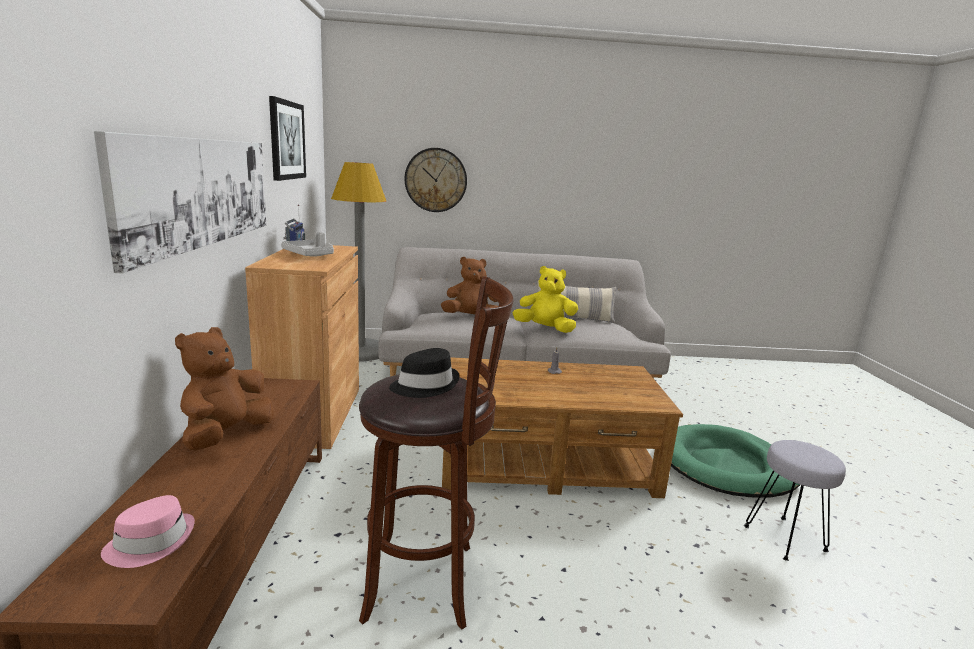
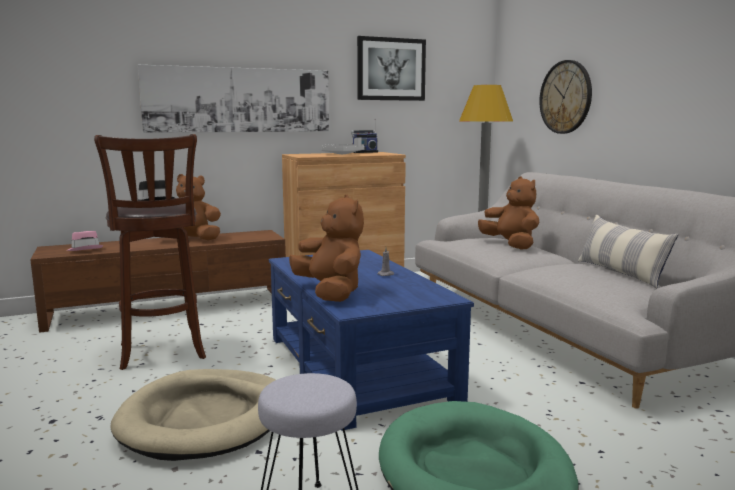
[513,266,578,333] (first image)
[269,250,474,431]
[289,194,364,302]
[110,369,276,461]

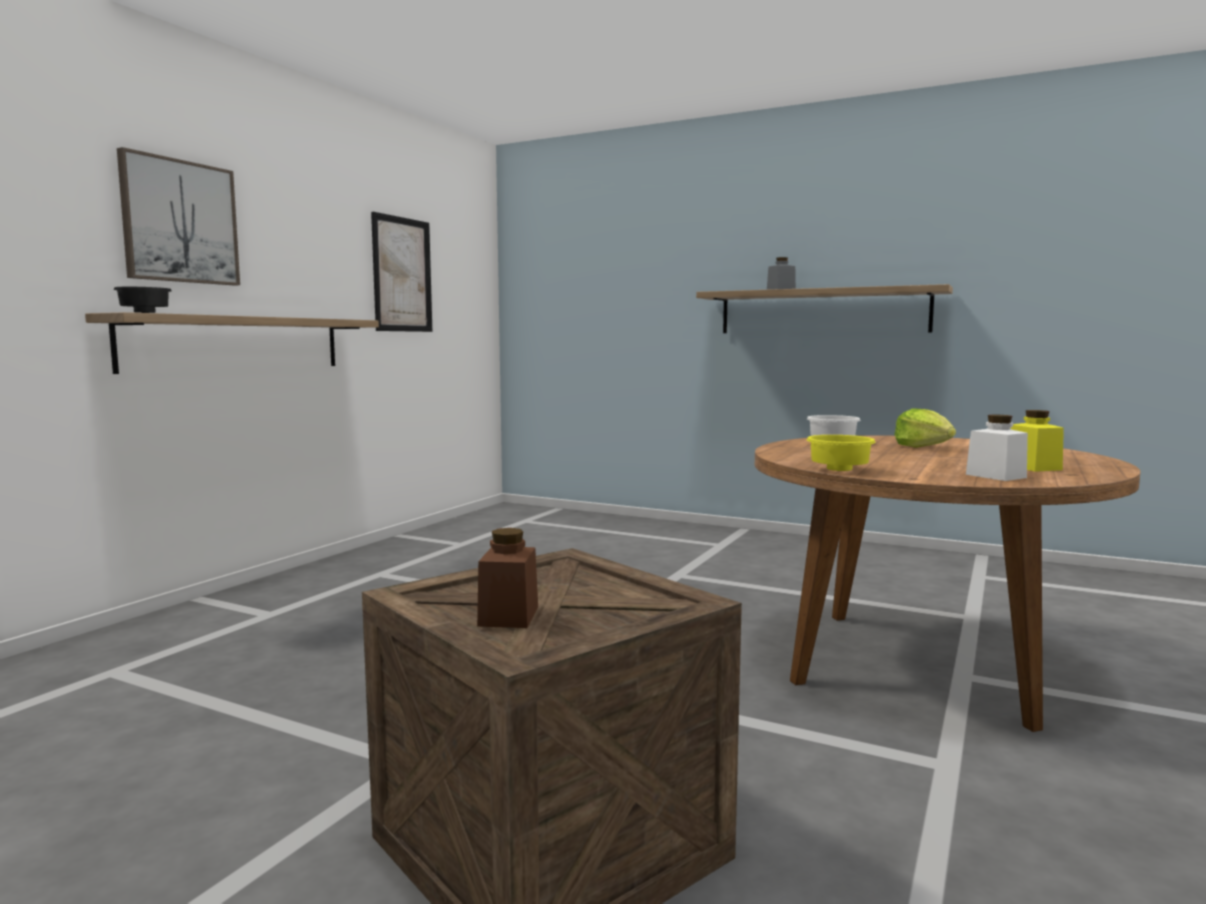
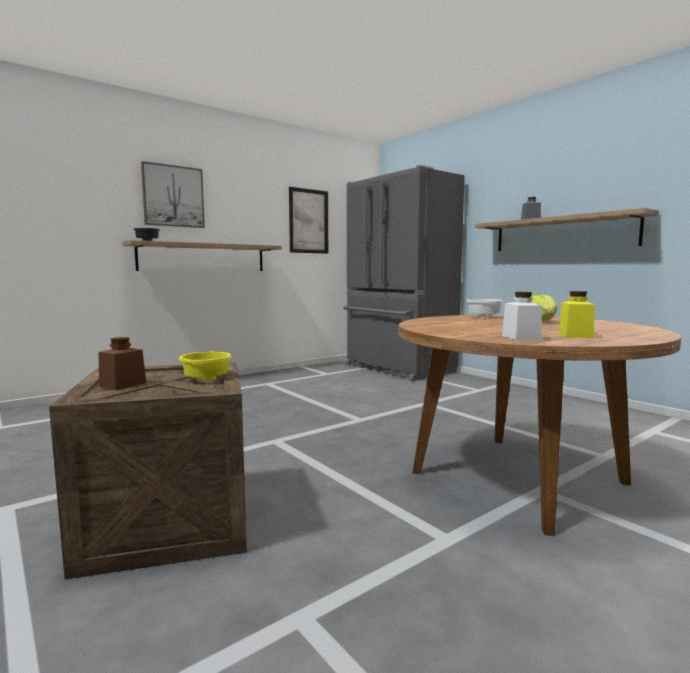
[179,351,232,381]
[343,165,465,381]

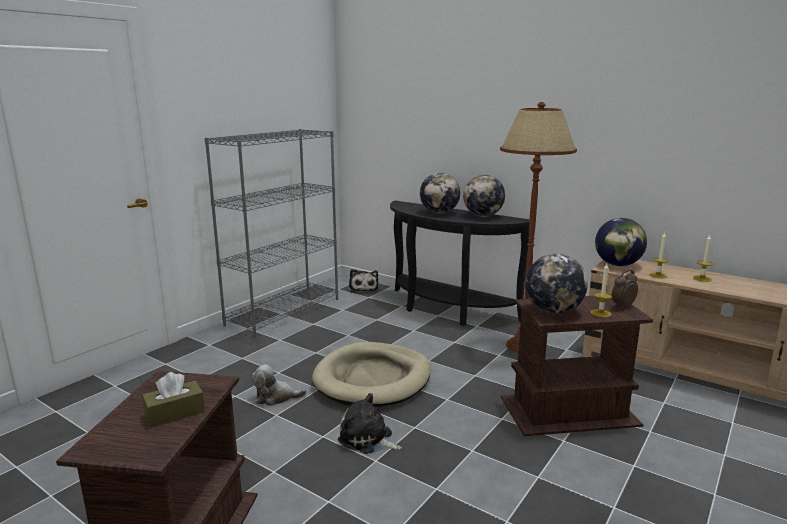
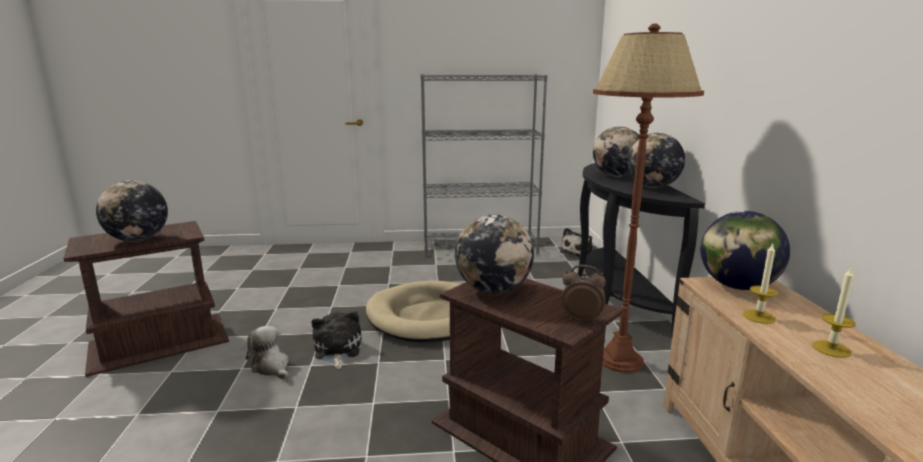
[591,264,612,318] (first image)
[246,326,289,380]
[96,180,168,242]

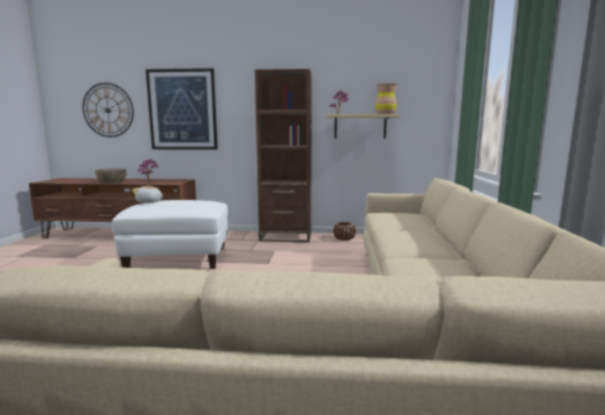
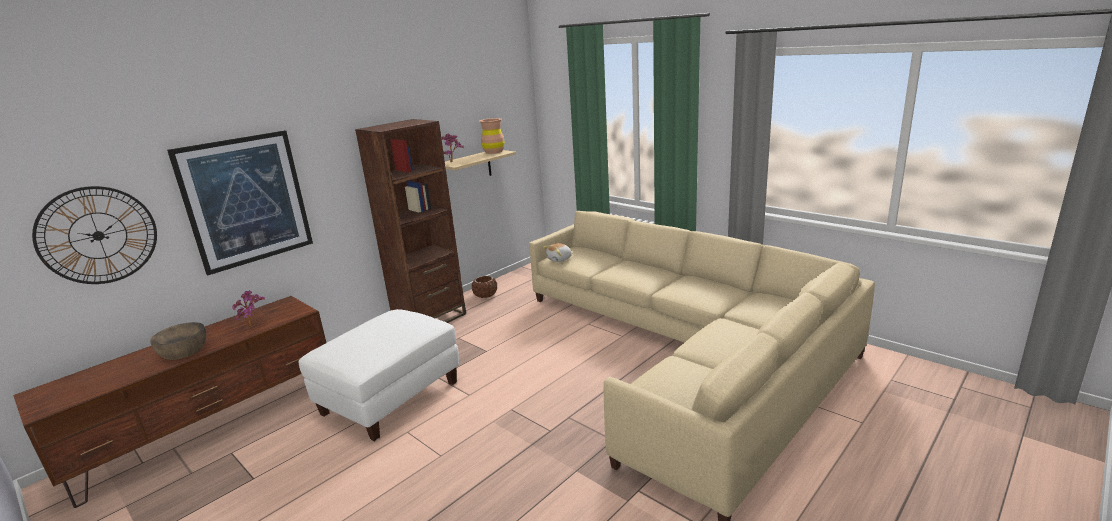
[543,243,572,262]

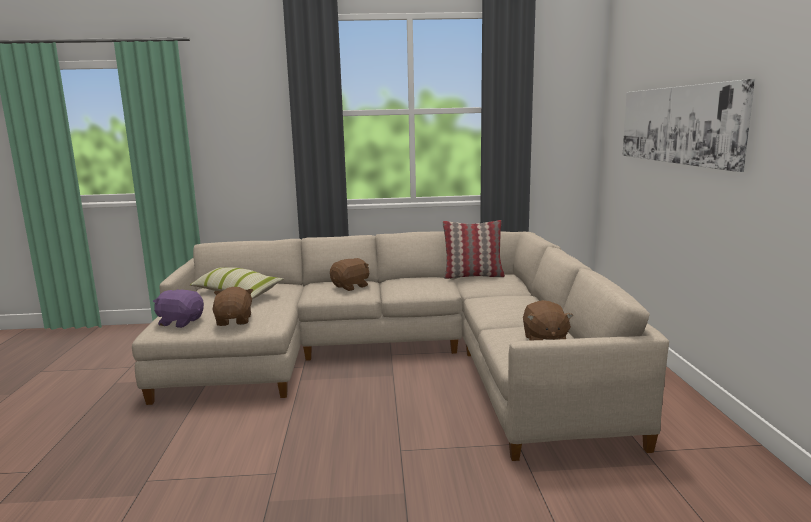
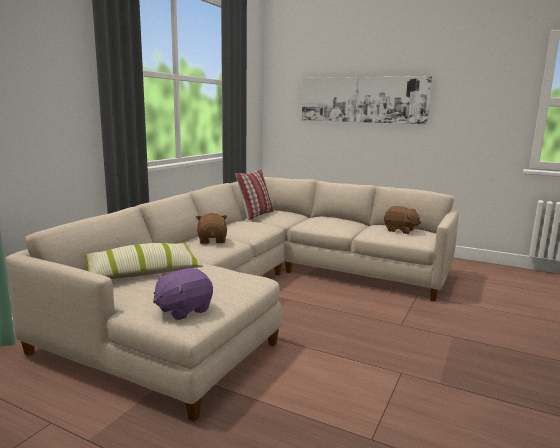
[213,287,253,326] (first image)

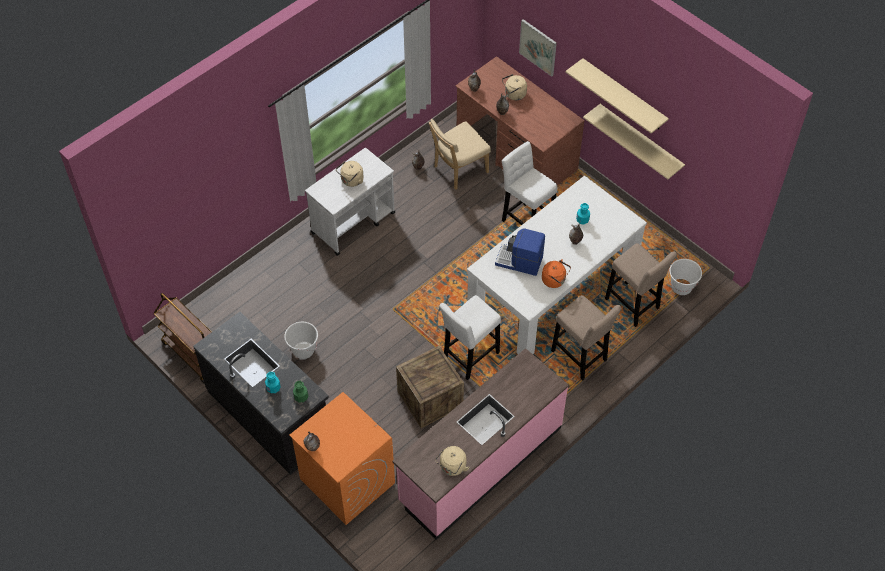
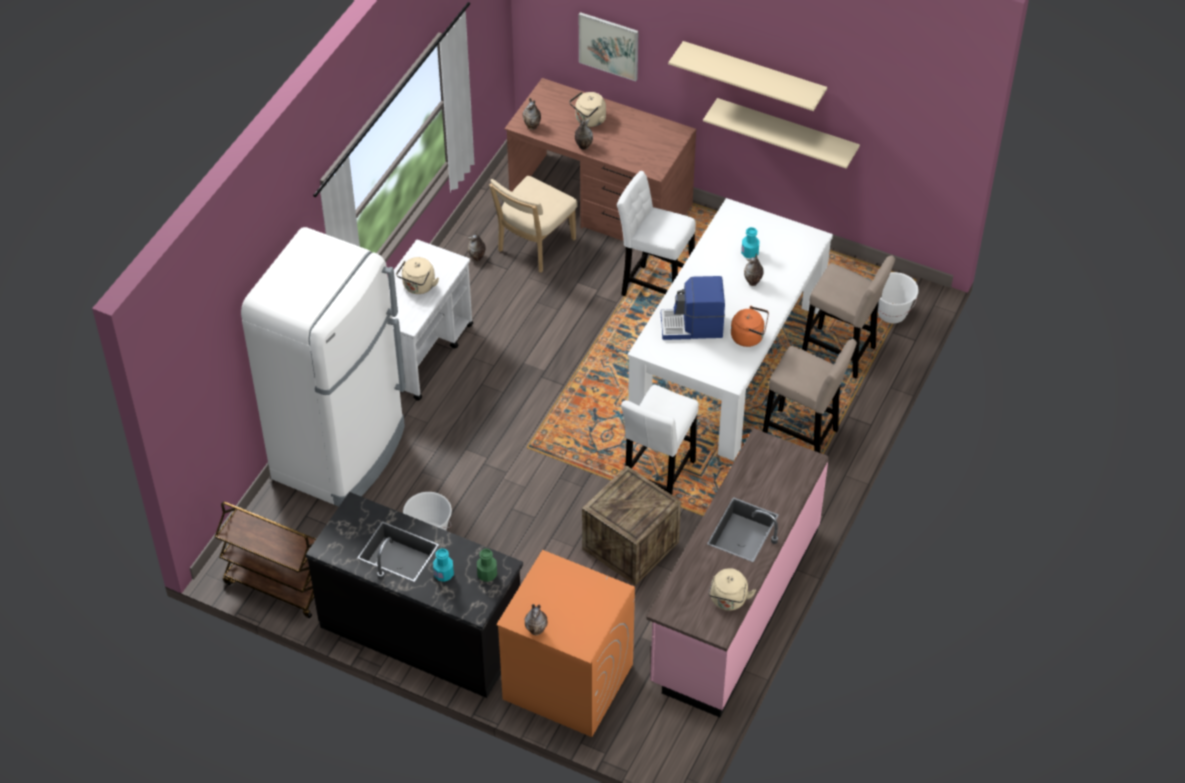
[241,227,406,507]

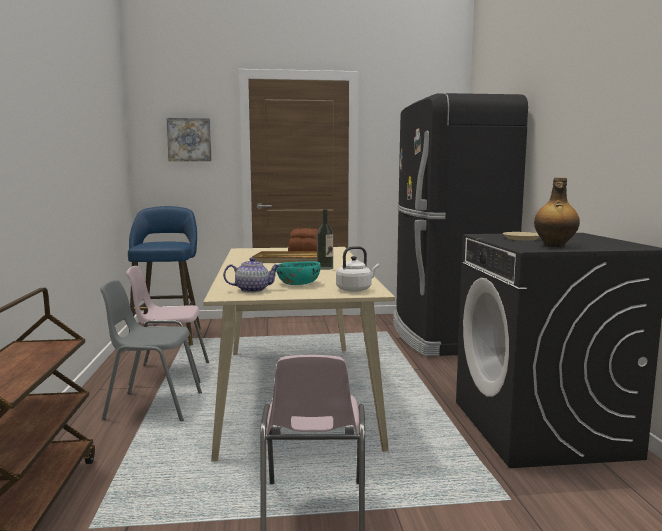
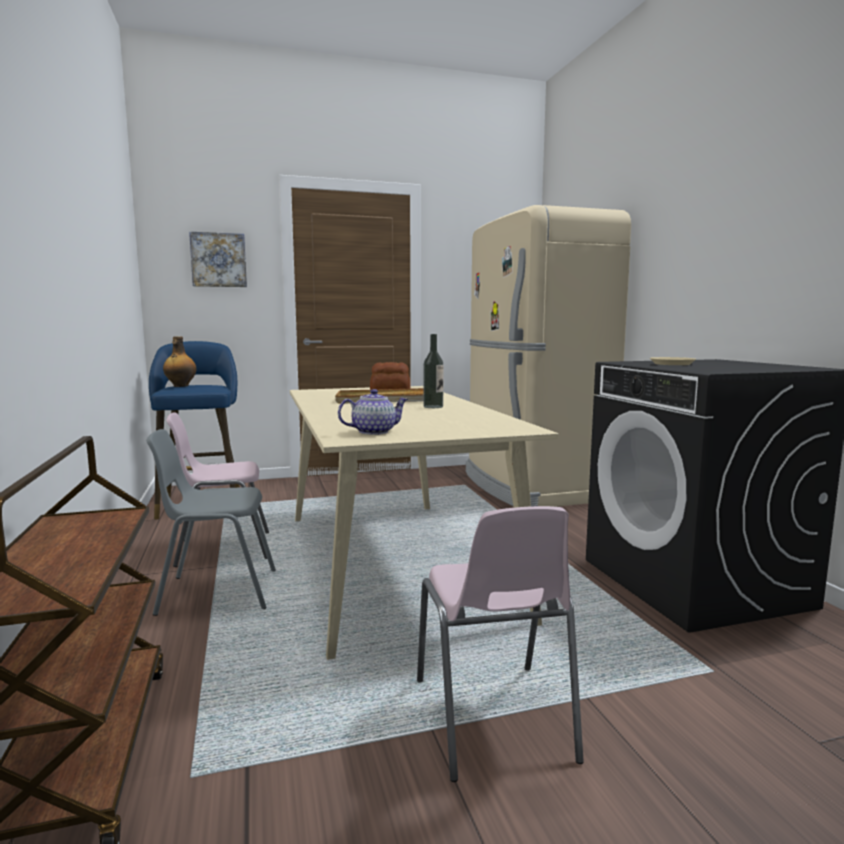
[466,205,631,507]
[163,336,196,387]
[336,246,379,292] (first image)
[276,261,321,285] (first image)

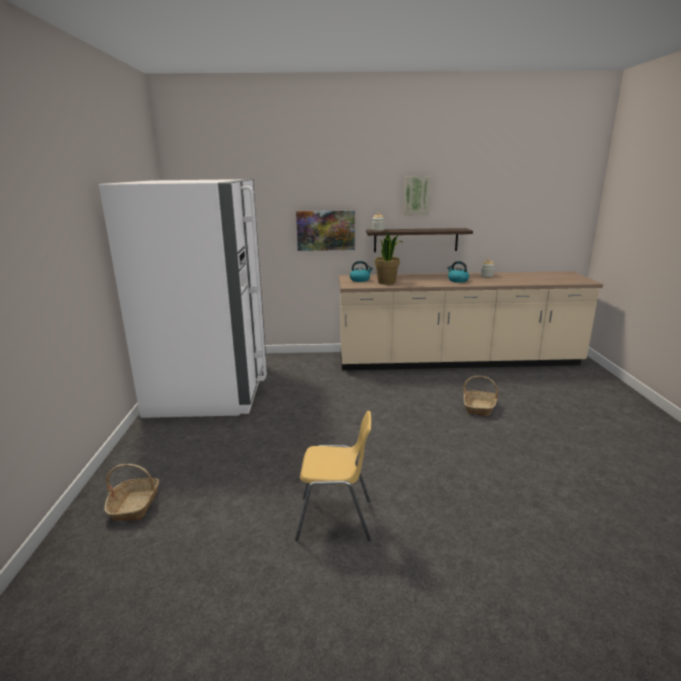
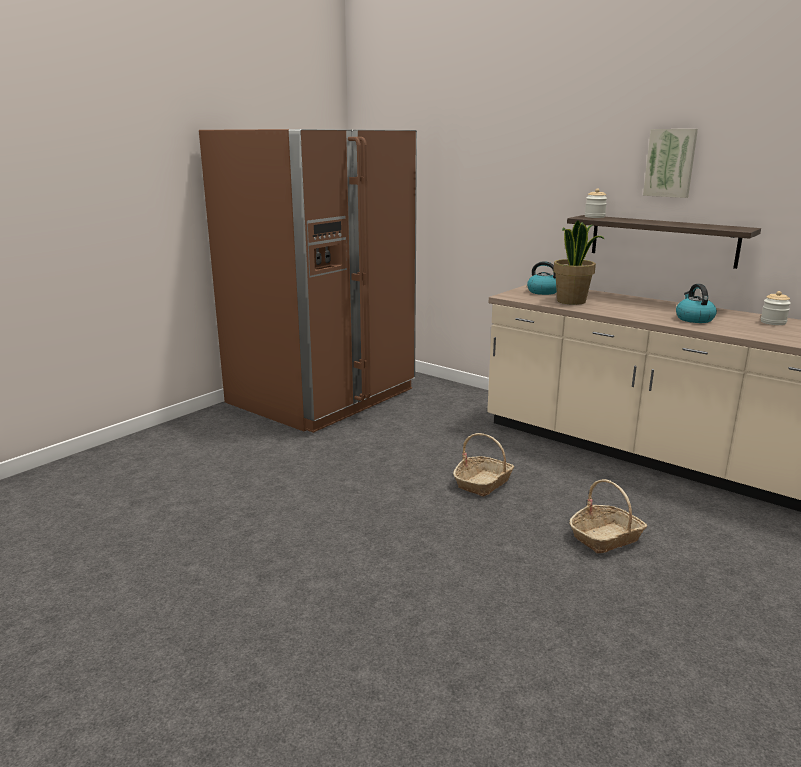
[199,129,417,433]
[296,210,355,251] (first image)
[295,411,371,541] (first image)
[453,433,514,497]

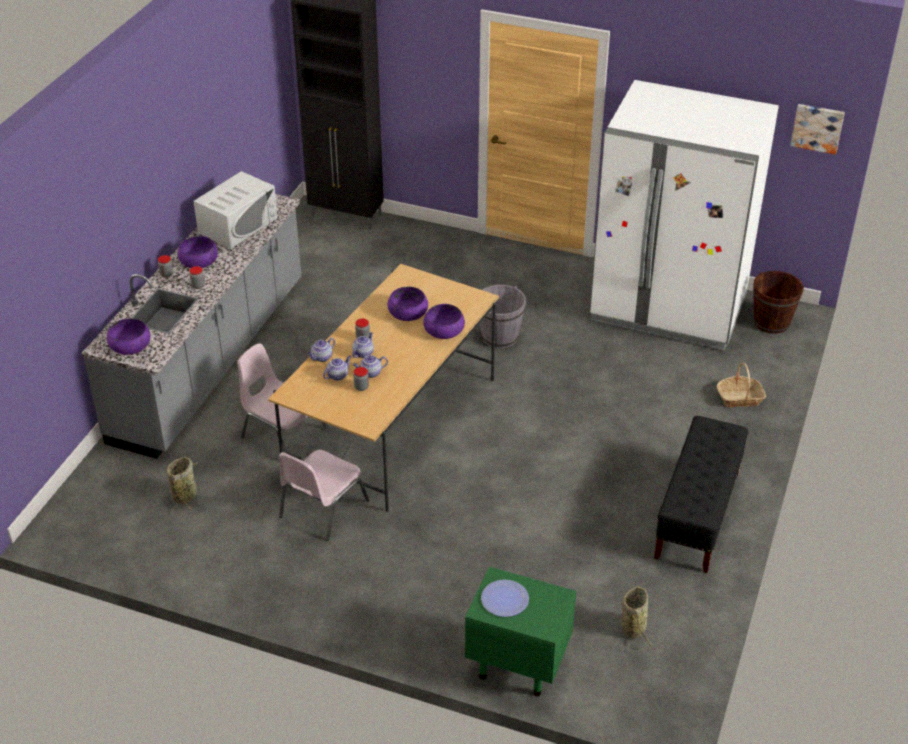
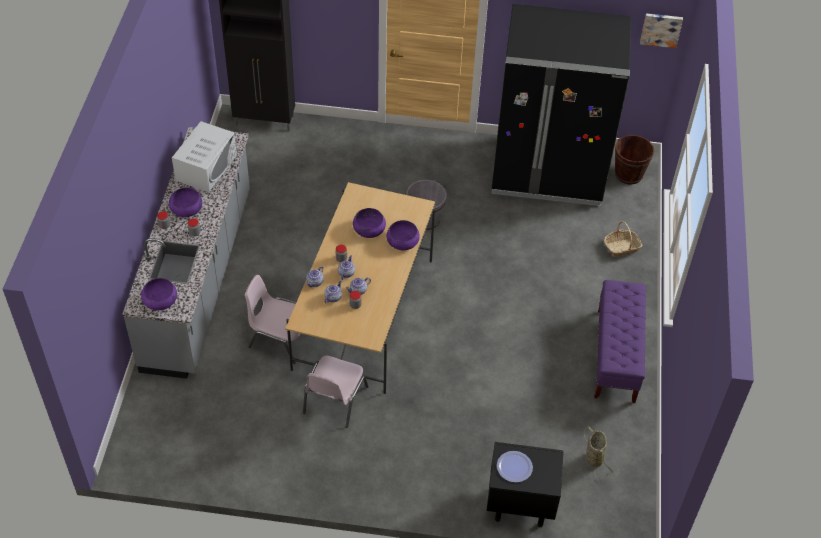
[491,4,631,206]
[594,280,646,403]
[166,457,198,515] (first image)
[487,442,563,527]

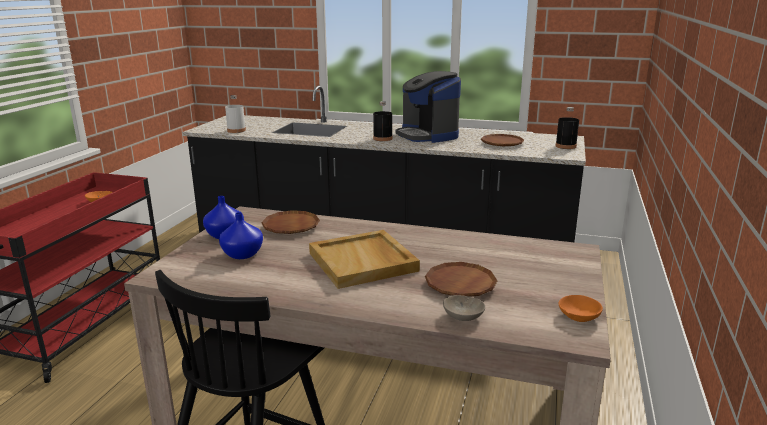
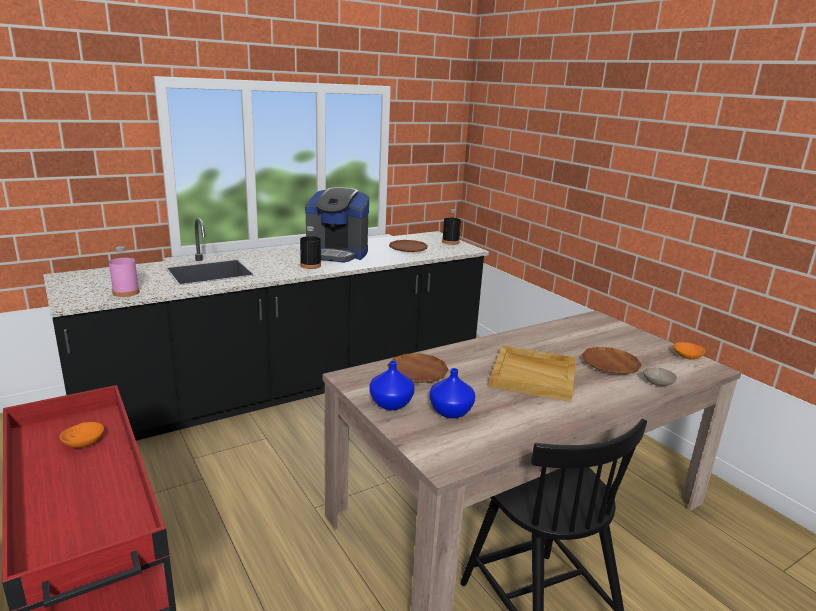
[109,246,140,297]

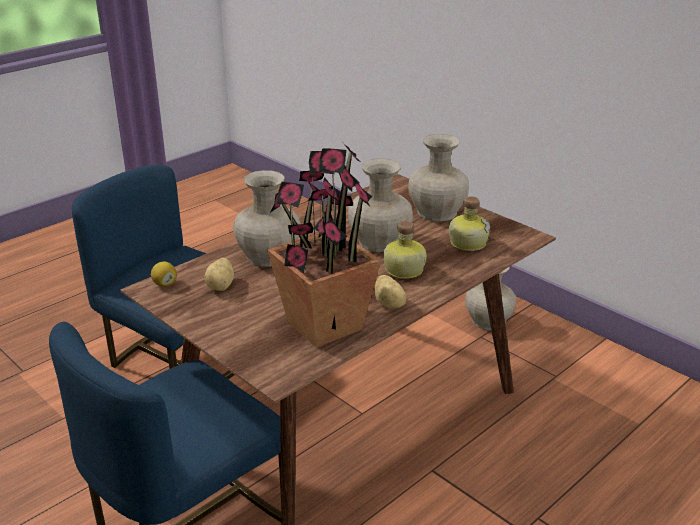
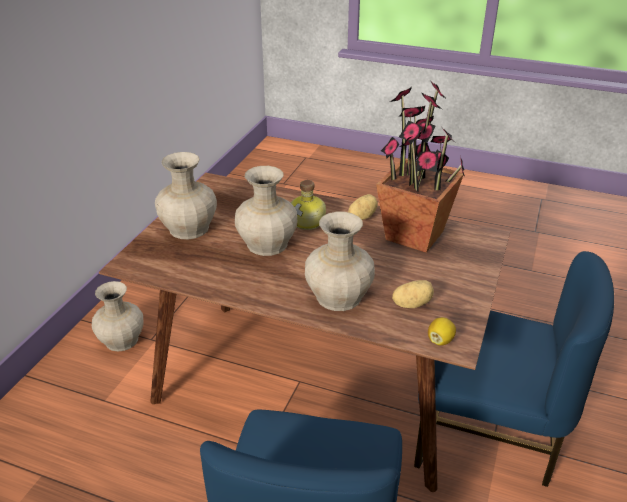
[449,196,490,251] (first image)

